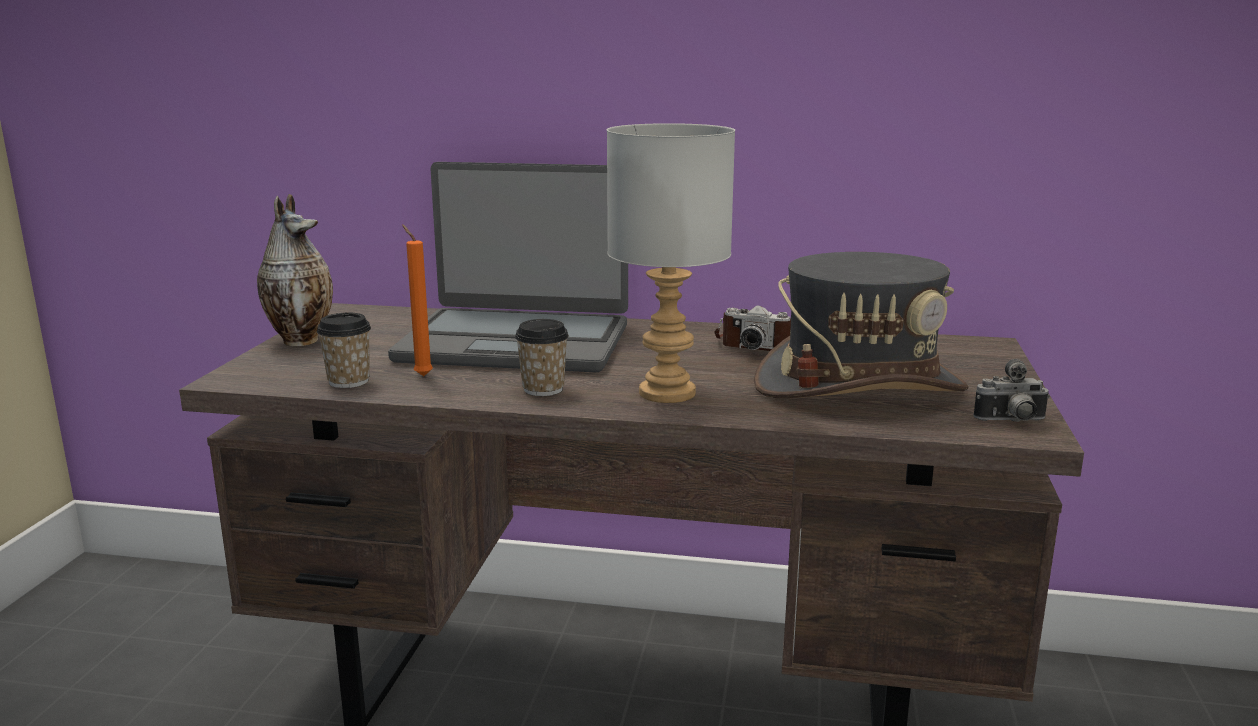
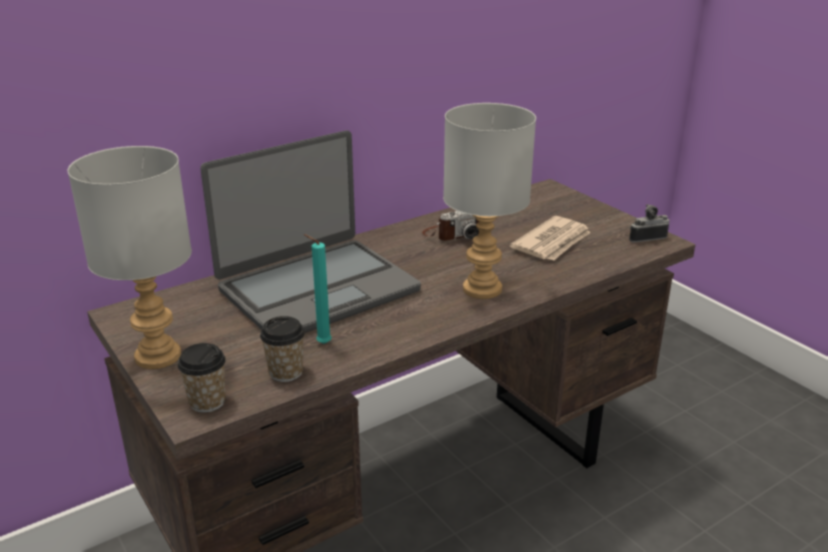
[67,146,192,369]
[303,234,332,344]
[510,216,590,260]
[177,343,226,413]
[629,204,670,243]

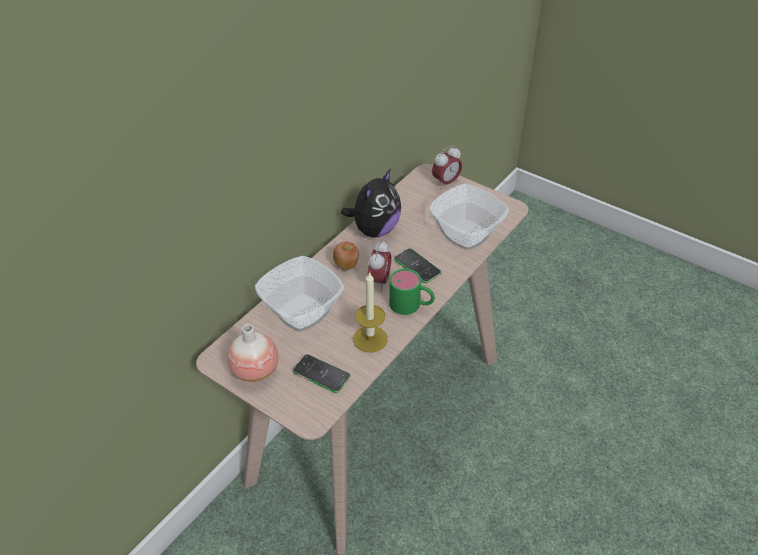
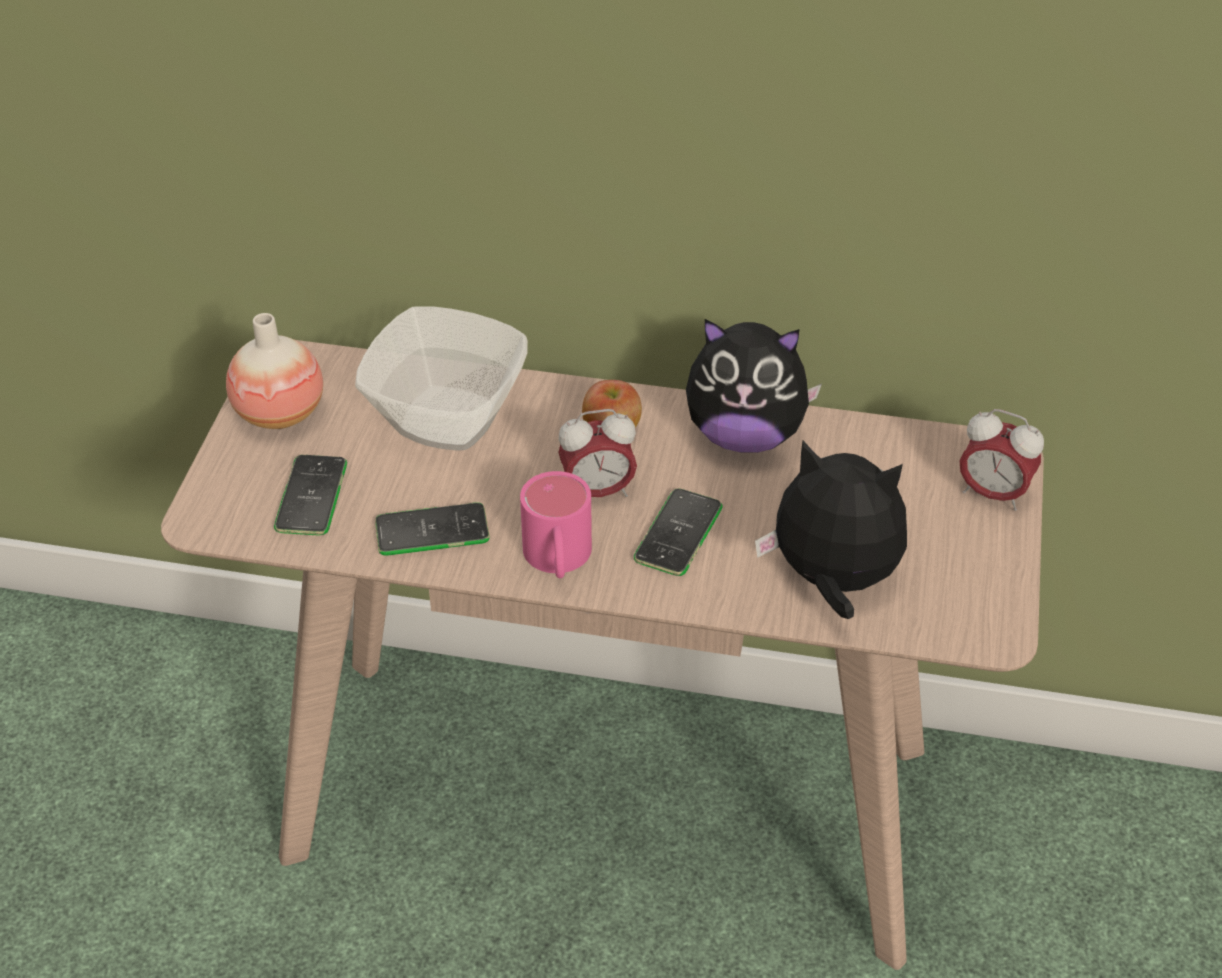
[755,441,907,619]
[520,471,592,578]
[375,502,490,556]

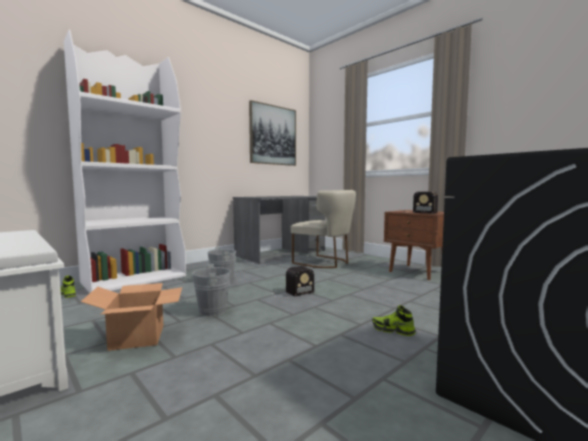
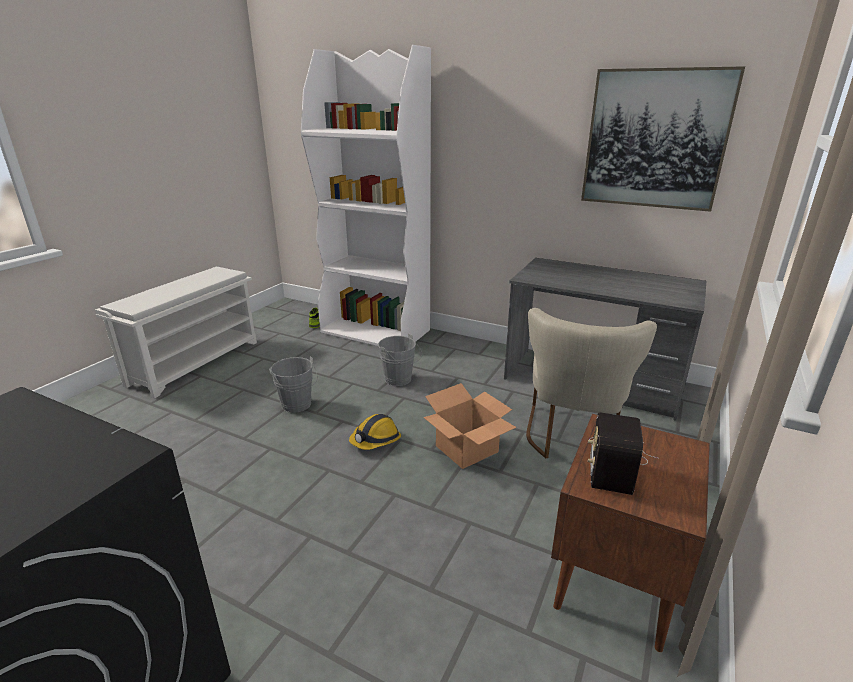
[349,414,401,450]
[423,383,516,469]
[372,305,415,336] (first image)

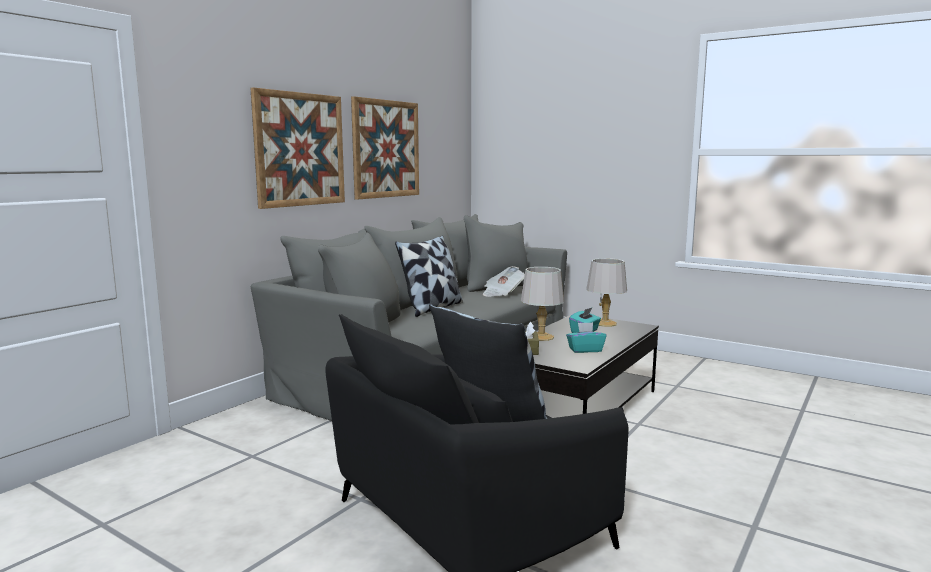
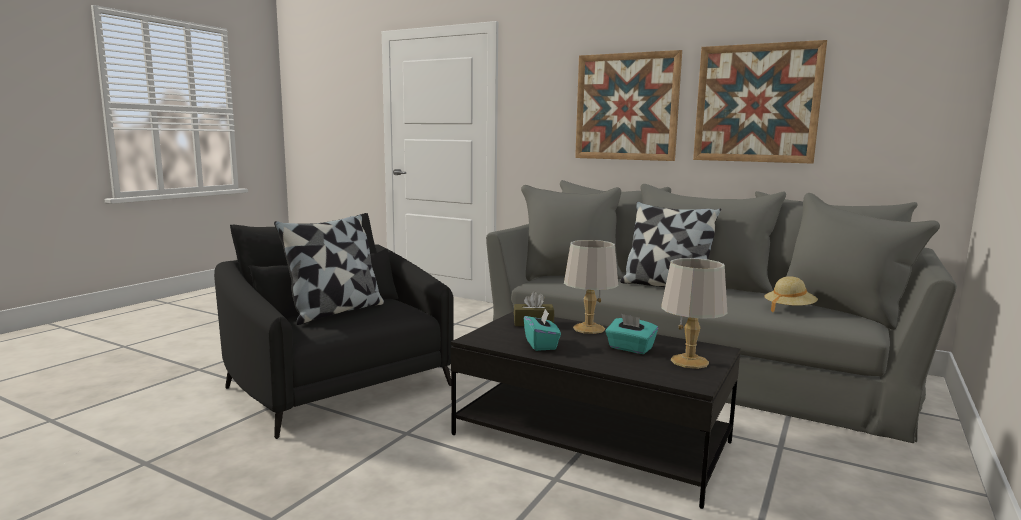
[765,276,818,312]

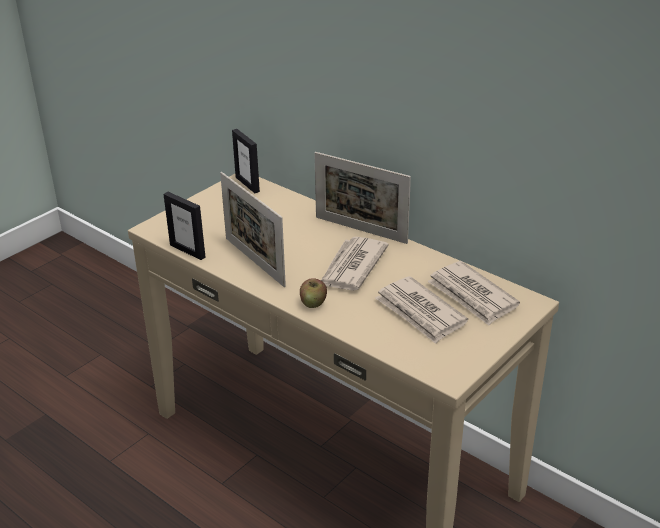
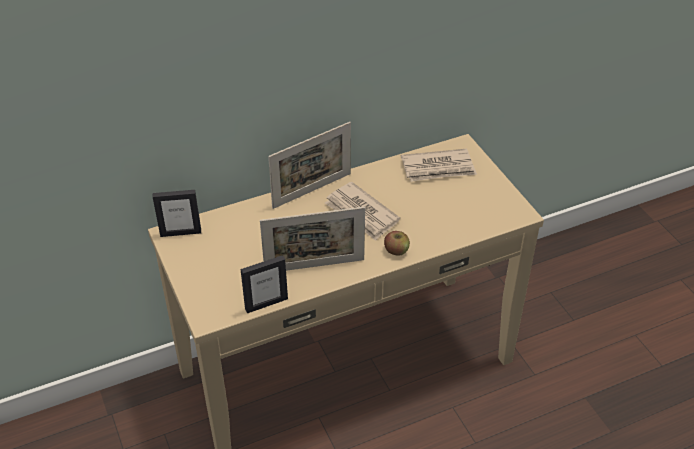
[375,276,468,344] (first image)

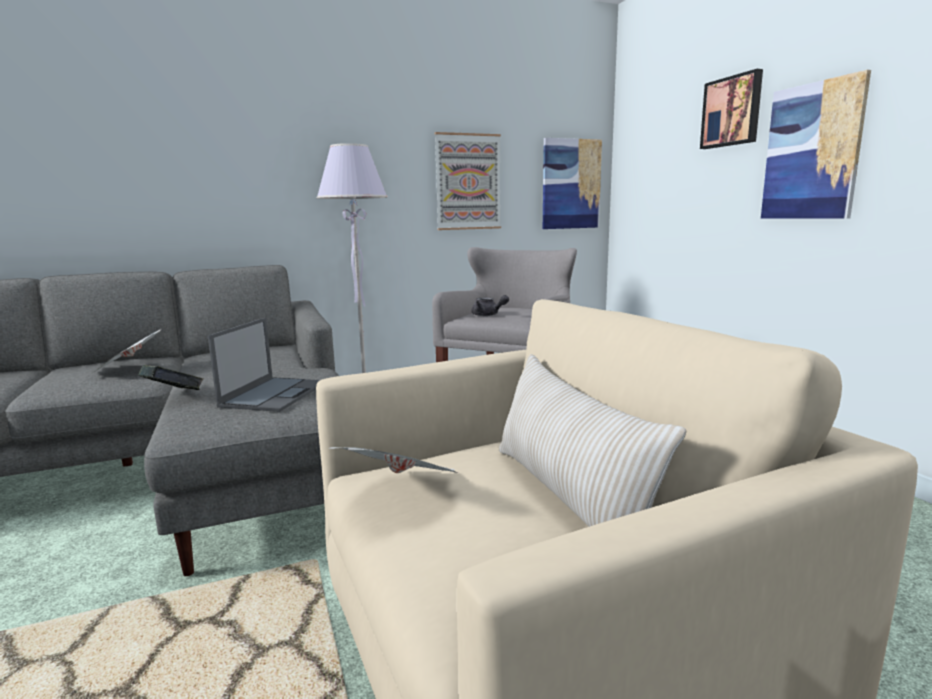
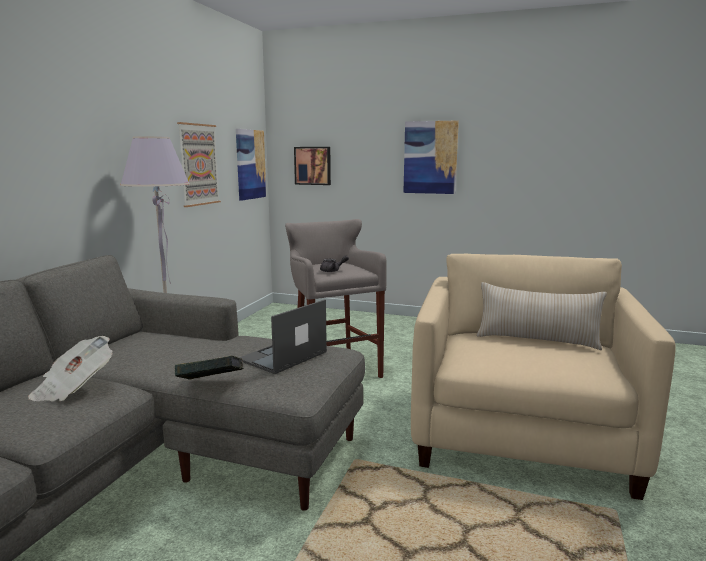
[294,147,331,185]
[239,299,327,374]
[328,447,458,473] (first image)

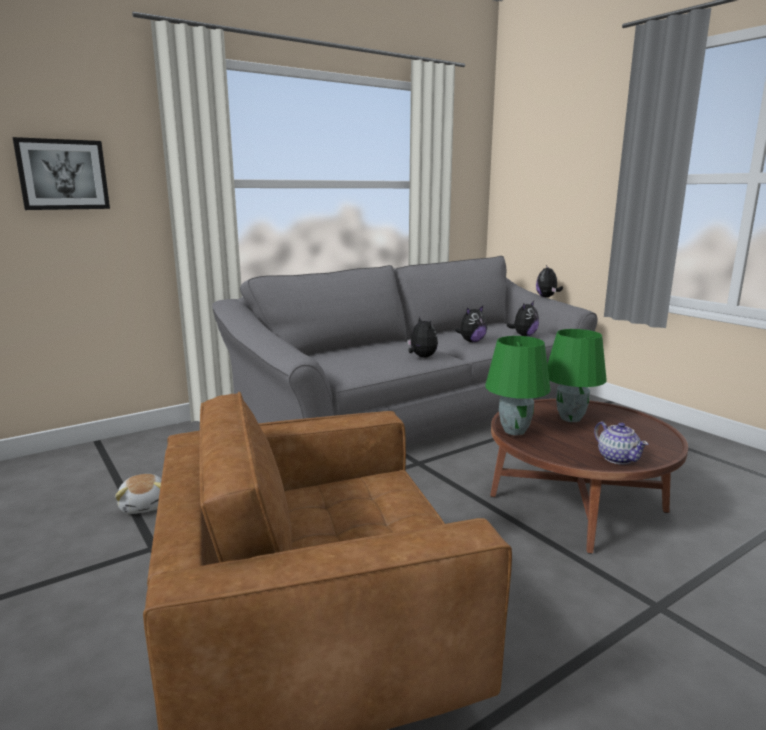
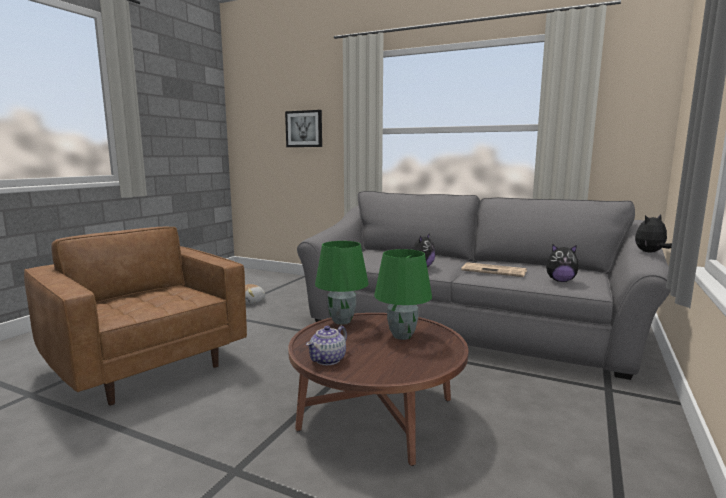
[461,262,527,277]

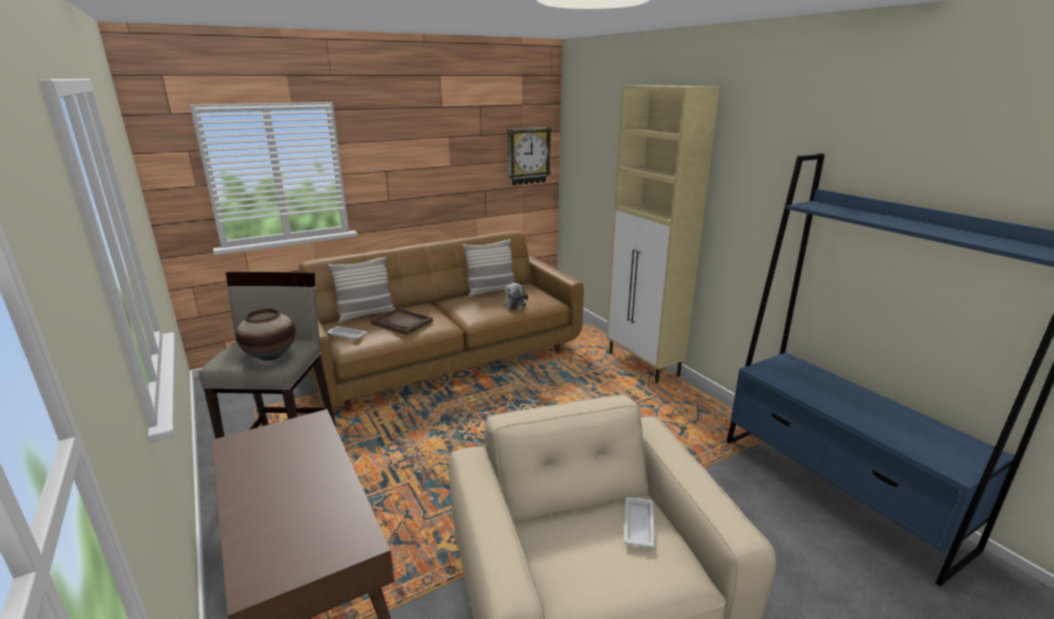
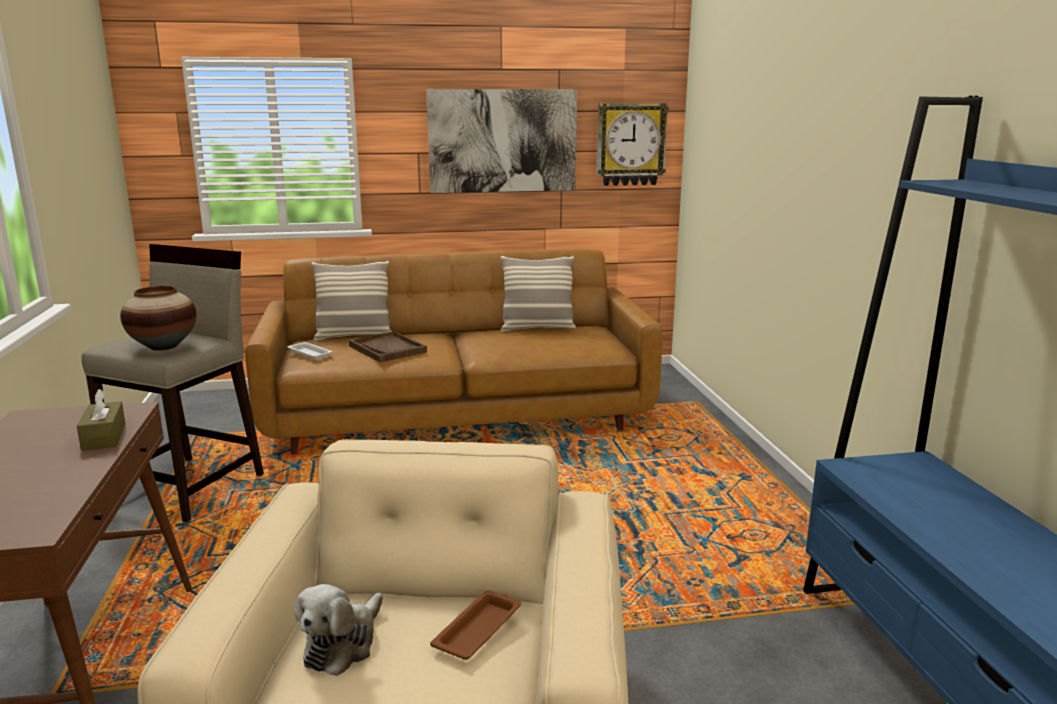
[607,85,720,383] (first image)
[295,584,383,676]
[430,590,521,660]
[426,89,577,193]
[77,389,126,451]

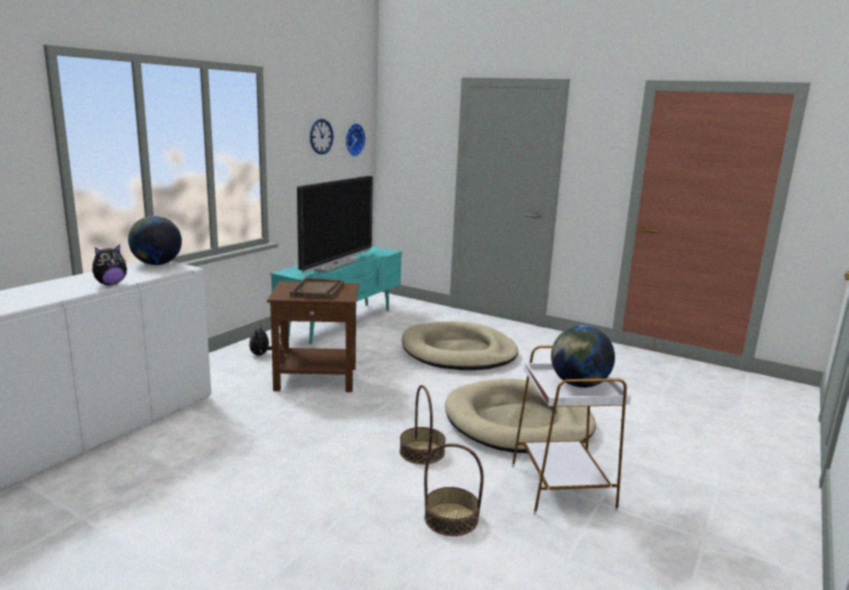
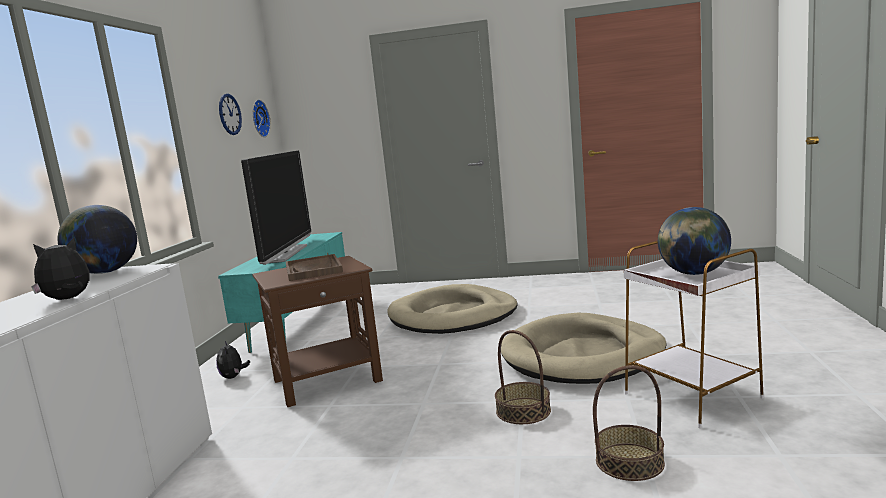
[31,238,89,300]

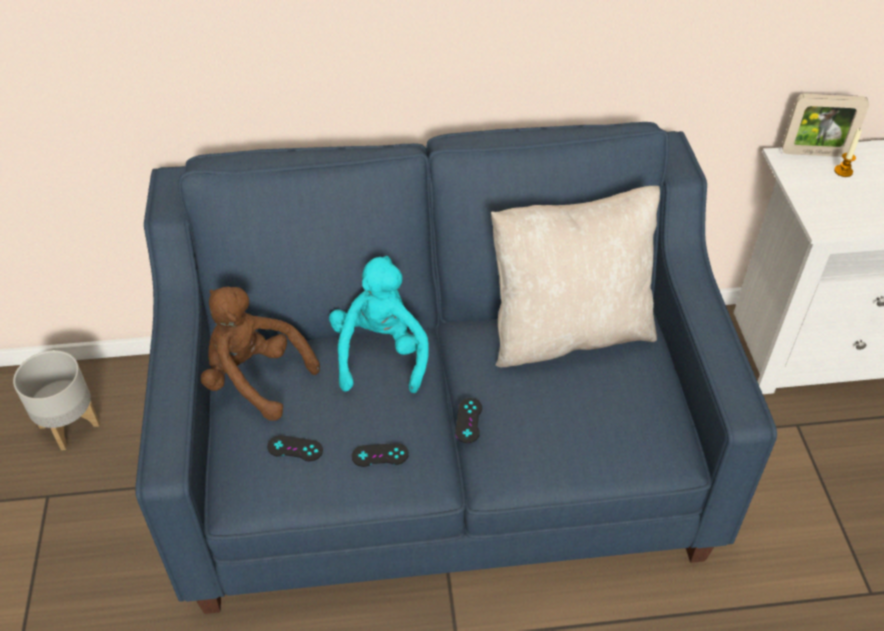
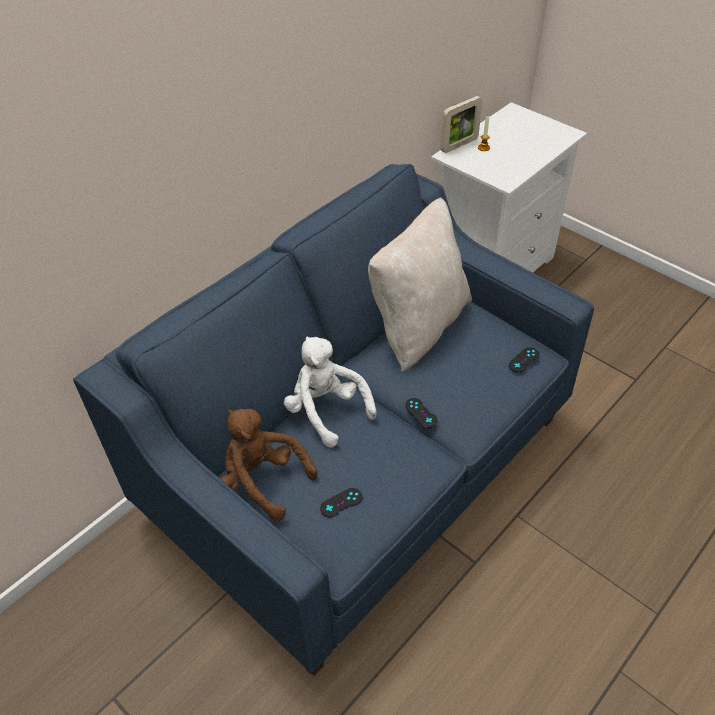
[284,336,377,447]
[220,409,317,521]
[13,350,100,450] (first image)
[509,347,540,373]

